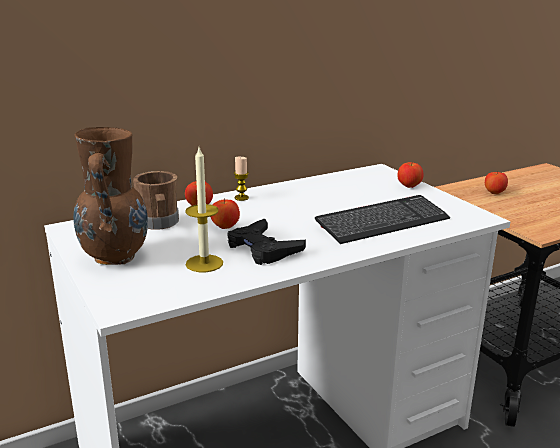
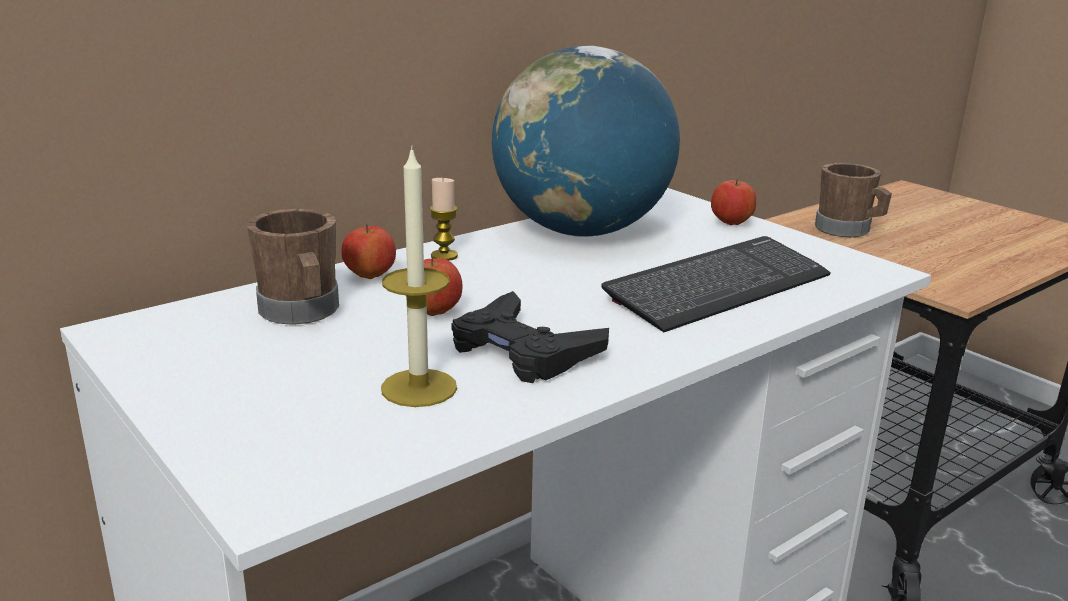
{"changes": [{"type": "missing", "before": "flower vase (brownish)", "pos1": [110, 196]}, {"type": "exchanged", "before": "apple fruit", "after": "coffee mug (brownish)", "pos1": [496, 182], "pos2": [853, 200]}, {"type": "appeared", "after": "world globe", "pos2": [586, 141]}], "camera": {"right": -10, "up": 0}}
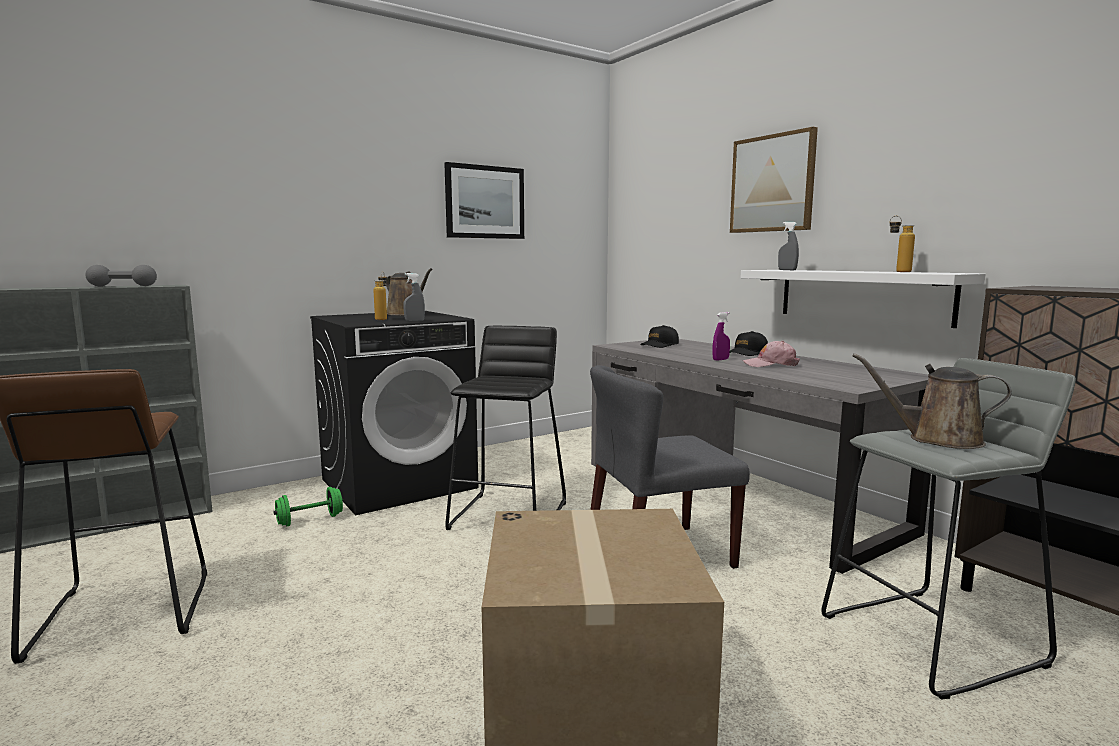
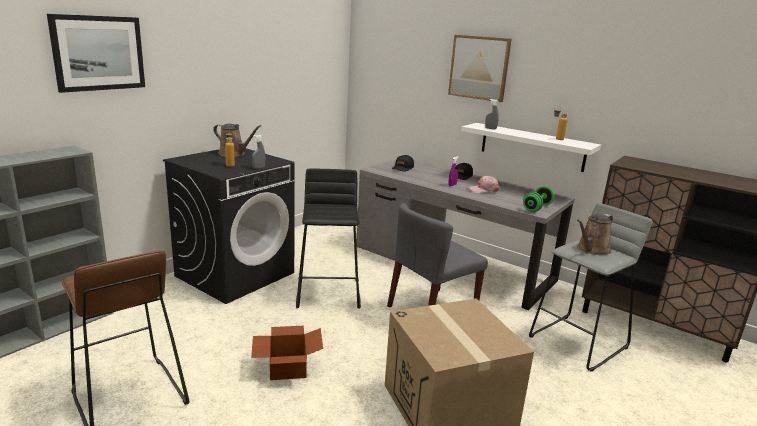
{"changes": [{"type": "relocated", "before": "wall art", "pos1": [484, 200], "pos2": [96, 53]}, {"type": "missing", "before": "free weight (grey)", "pos1": [121, 275]}, {"type": "spun", "before": "sprinkling can (brownish)", "pos1": [932, 401], "pos2": [595, 234], "turn": -45}, {"type": "relocated", "before": "free weight (greenish)", "pos1": [308, 506], "pos2": [538, 199]}, {"type": "appeared", "after": "packing box", "pos2": [287, 353]}], "camera": {"right": -20, "up": 10}}
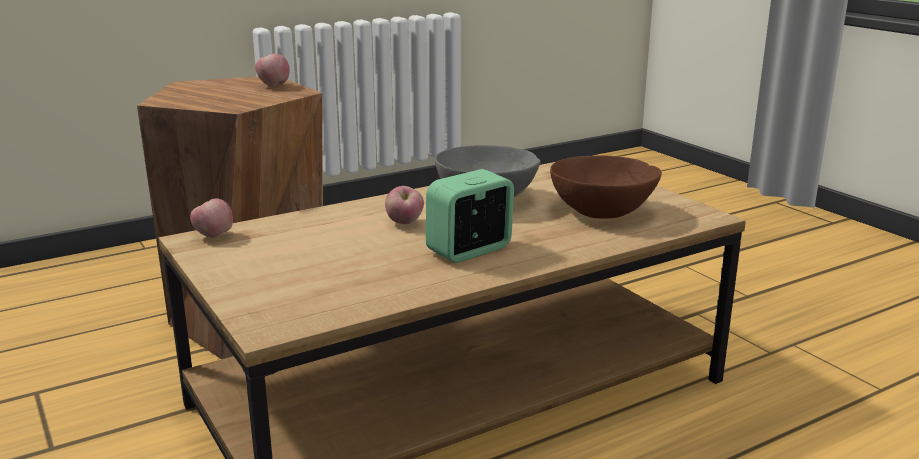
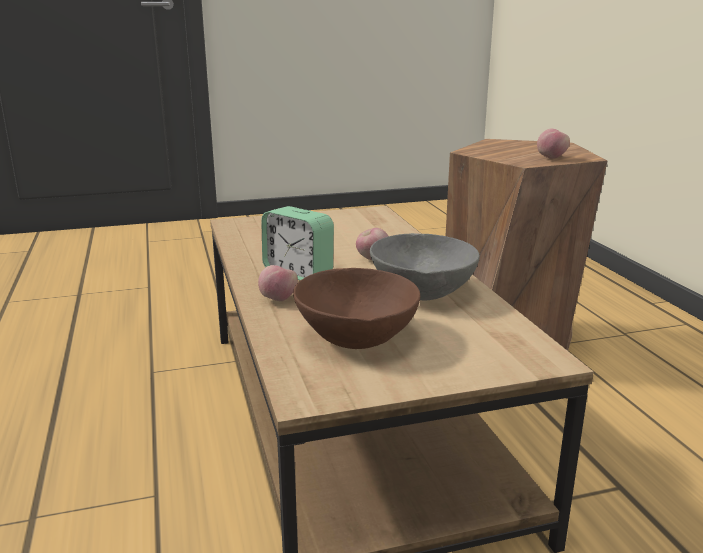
{"changes": [{"type": "spun", "before": "alarm clock", "pos1": [470, 216], "pos2": [297, 243], "turn": 150}, {"type": "relocated", "before": "apple fruit", "pos1": [211, 218], "pos2": [278, 283]}], "camera": {"right": 105, "up": 0}}
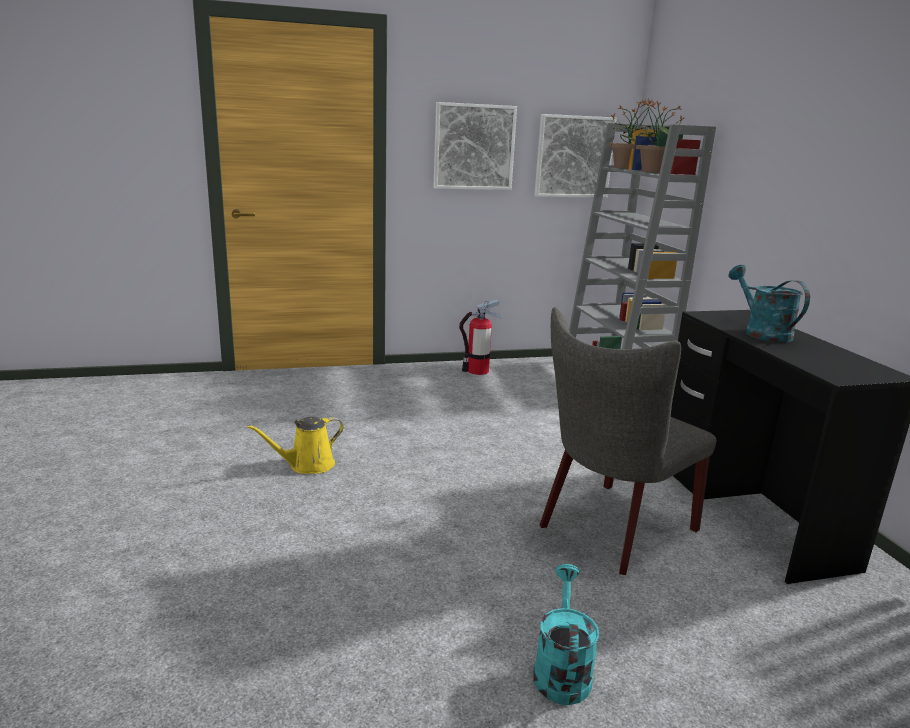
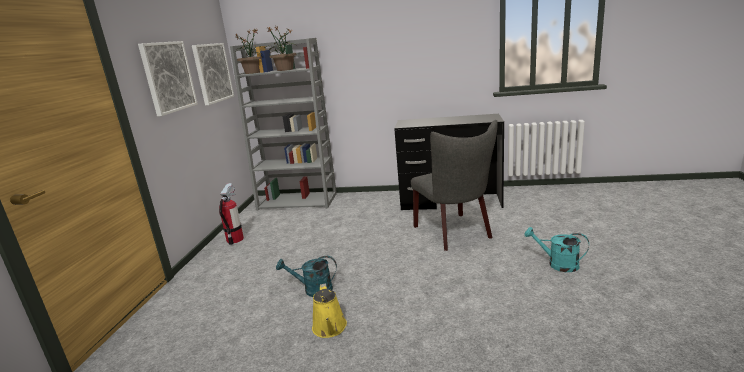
{"changes": [{"type": "relocated", "before": "sprinkling can (turquoise-coloured)", "pos1": [769, 304], "pos2": [306, 276]}], "camera": {"right": -65, "up": 0}}
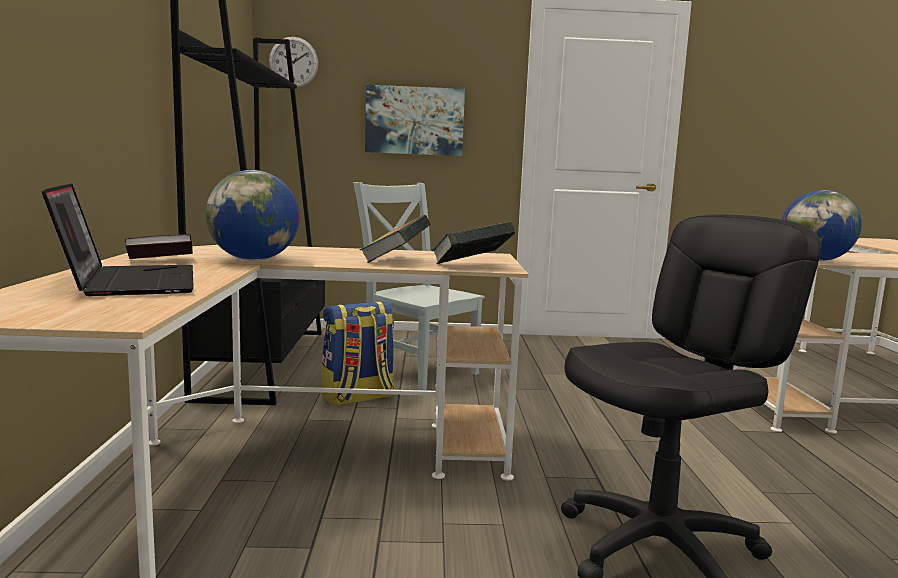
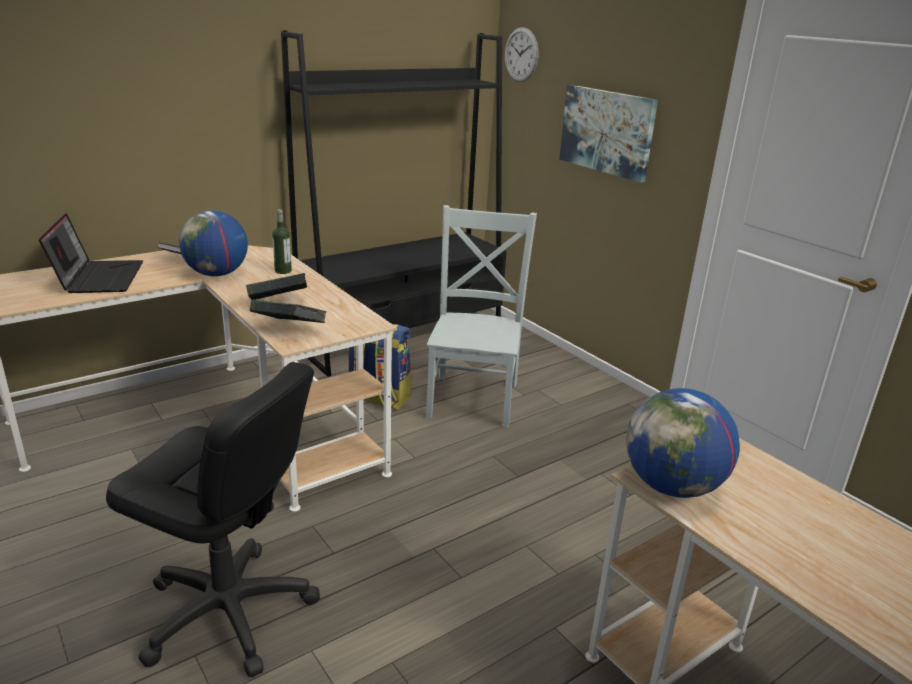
{"changes": [{"type": "spun", "before": "notebook computer", "pos1": [118, 239], "pos2": [91, 253], "turn": -45}, {"type": "appeared", "after": "beverage bottle", "pos2": [282, 241]}], "camera": {"right": 55, "up": 15}}
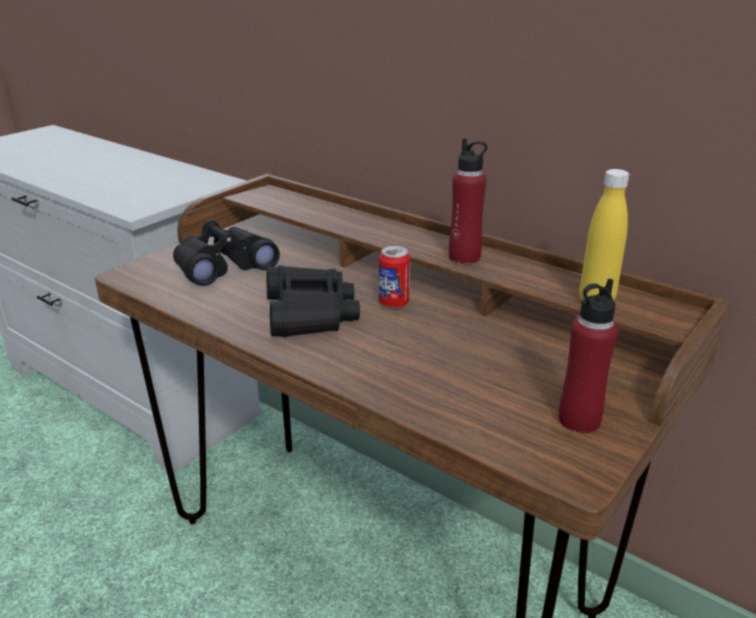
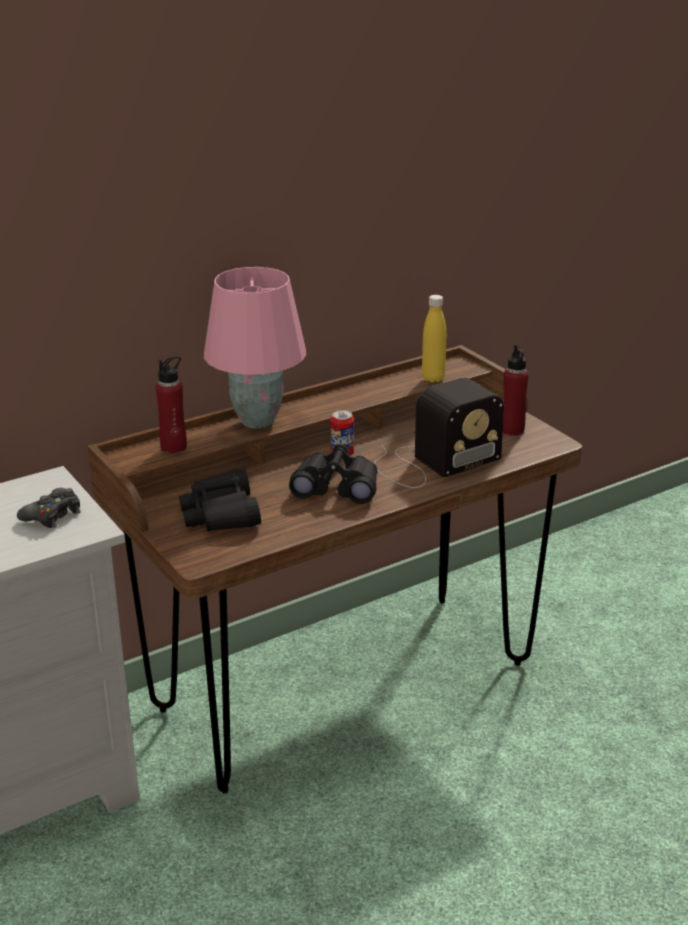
{"changes": [{"type": "relocated", "before": "beverage bottle (red)", "pos1": [468, 201], "pos2": [171, 404]}, {"type": "appeared", "after": "tabletop lamp (pinkish)", "pos2": [255, 347]}, {"type": "appeared", "after": "radio", "pos2": [439, 432]}, {"type": "appeared", "after": "game controller (blackish)", "pos2": [48, 508]}], "camera": {"right": -70, "up": 0}}
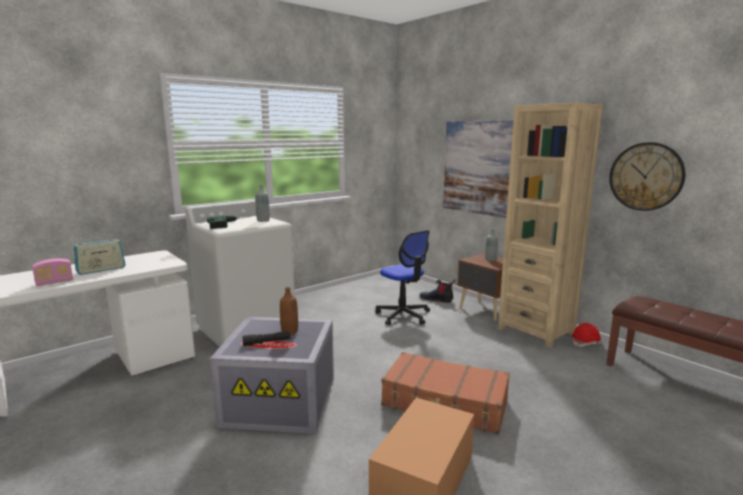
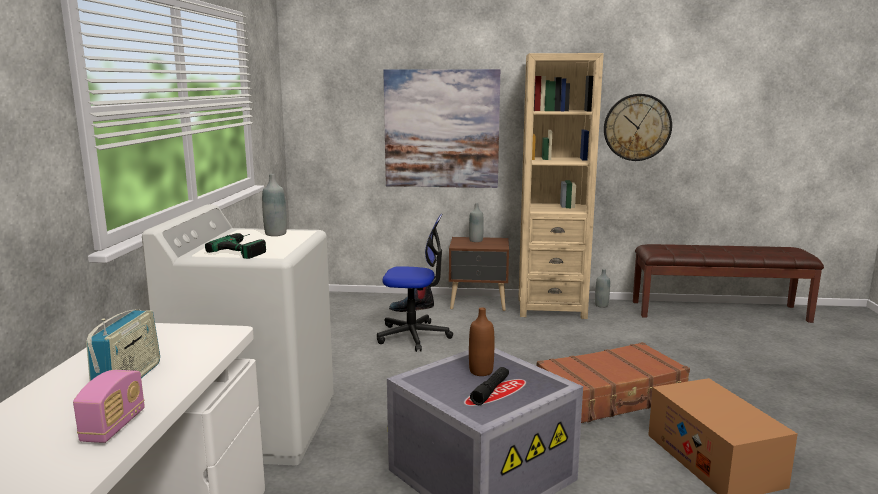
{"changes": [{"type": "exchanged", "before": "hard hat (red)", "after": "beverage bottle (grey)", "pos1": [587, 335], "pos2": [602, 288]}], "camera": {"right": -45, "up": 0}}
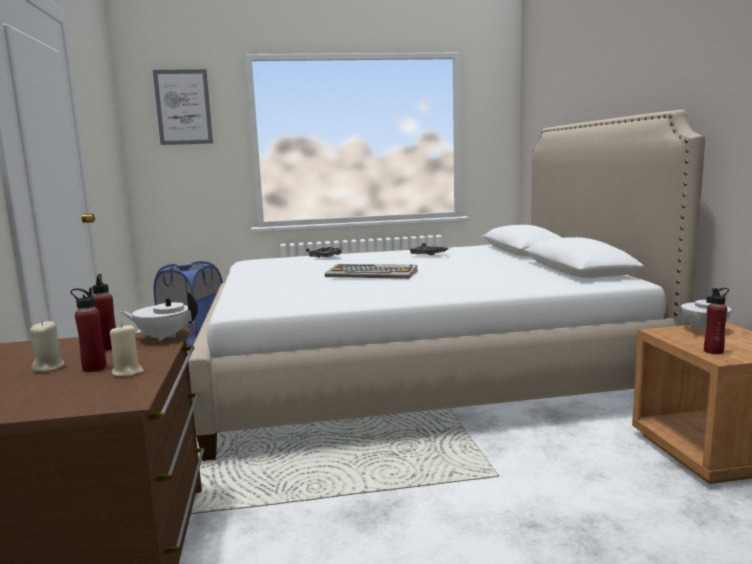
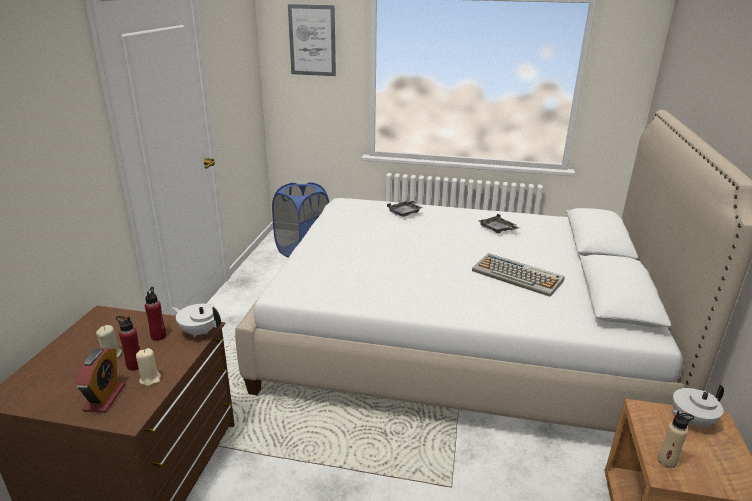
{"changes": [{"type": "relocated", "before": "keyboard", "pos1": [371, 271], "pos2": [518, 275]}, {"type": "colour", "before": "beverage bottle (red)", "after": "beverage bottle (beige)", "pos1": [716, 321], "pos2": [676, 439]}, {"type": "appeared", "after": "alarm clock", "pos2": [100, 380]}], "camera": {"right": 20, "up": 15}}
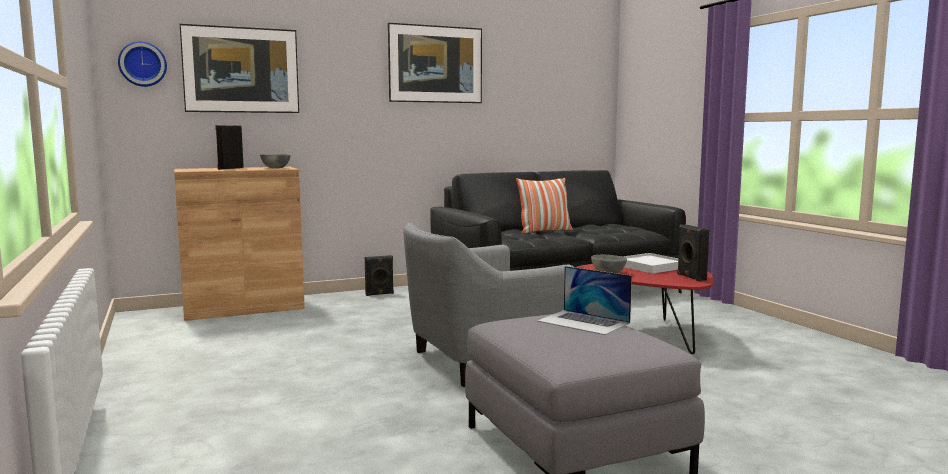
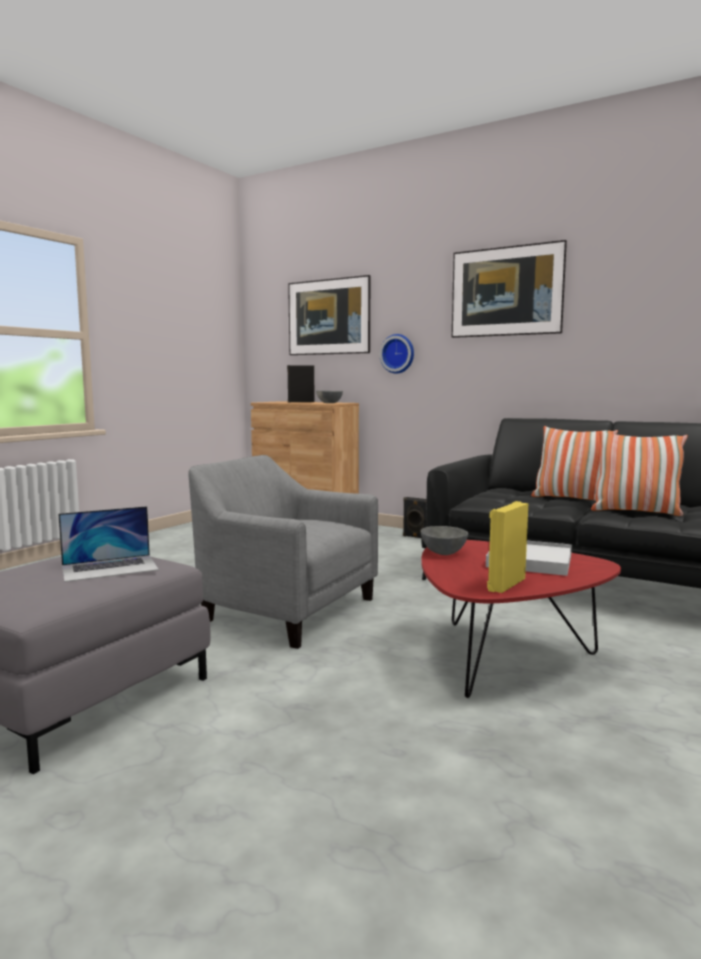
{"changes": [{"type": "relocated", "before": "hanging clock", "pos1": [142, 64], "pos2": [396, 354]}, {"type": "colour", "before": "audio speaker (blackish)", "after": "audio speaker (yellow-coloured)", "pos1": [693, 252], "pos2": [507, 547]}, {"type": "spun", "before": "notebook computer", "pos1": [584, 300], "pos2": [108, 544], "turn": -120}, {"type": "appeared", "after": "pillow", "pos2": [639, 473]}], "camera": {"right": 55, "up": 0}}
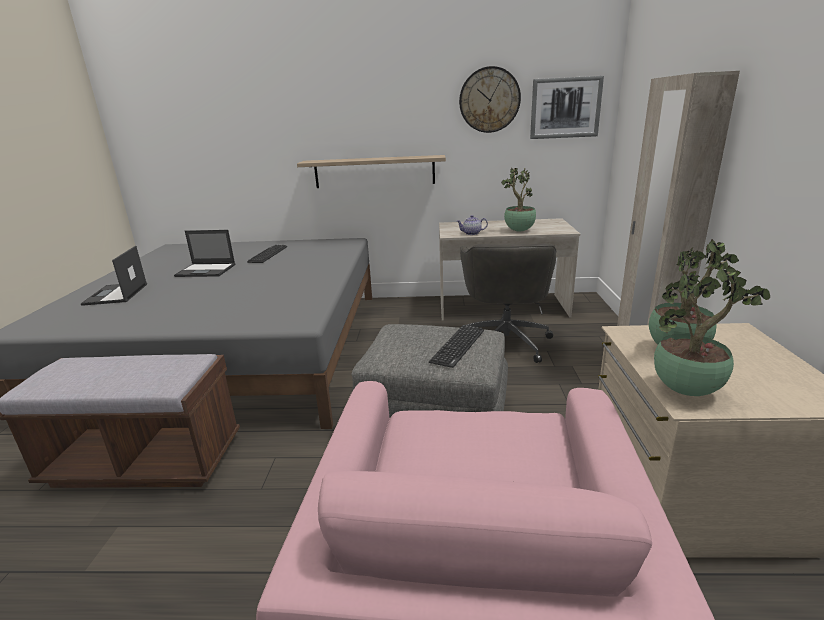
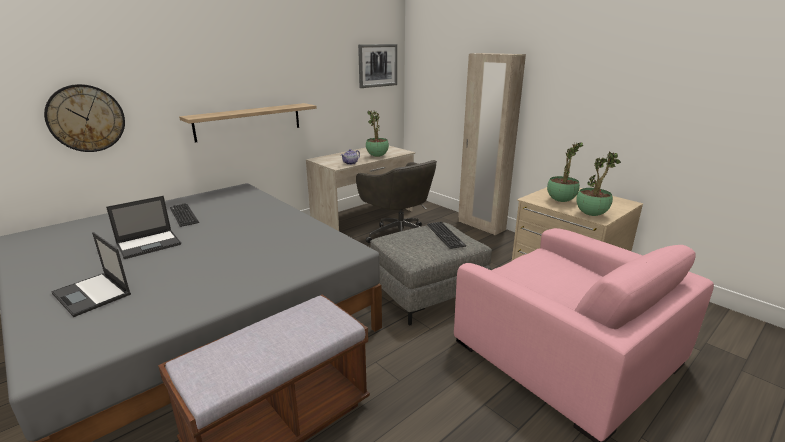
{"changes": [{"type": "relocated", "before": "hanging clock", "pos1": [490, 99], "pos2": [84, 118]}], "camera": {"right": -45, "up": 0}}
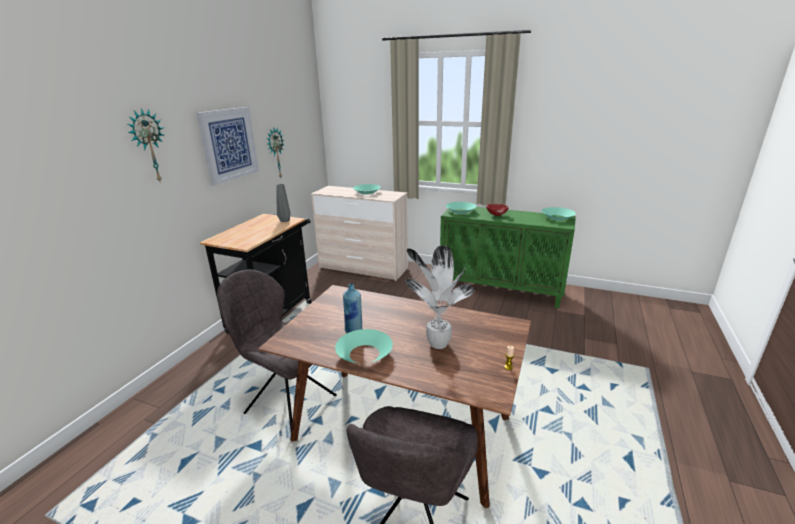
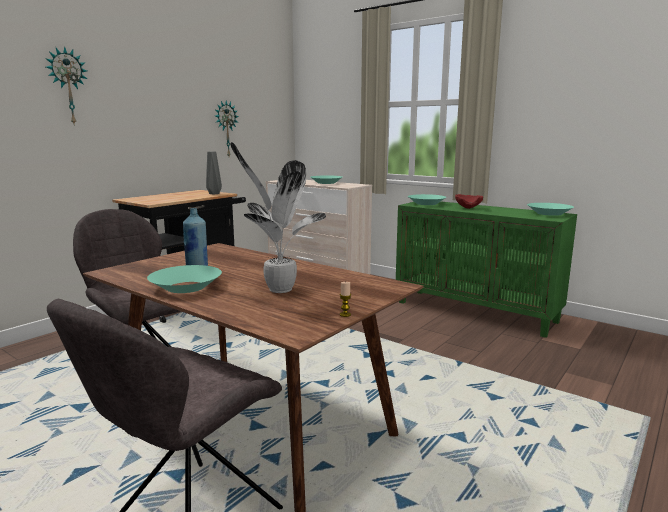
{"changes": [{"type": "missing", "before": "wall art", "pos1": [227, 146]}], "camera": {"right": 15, "up": -10}}
